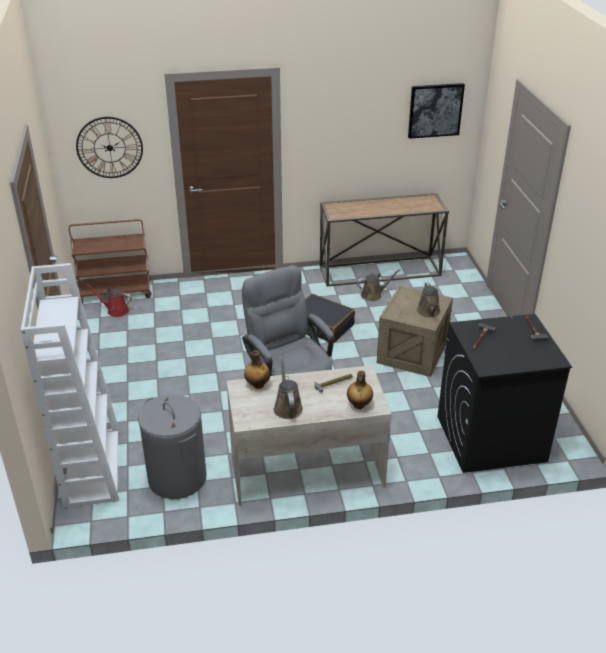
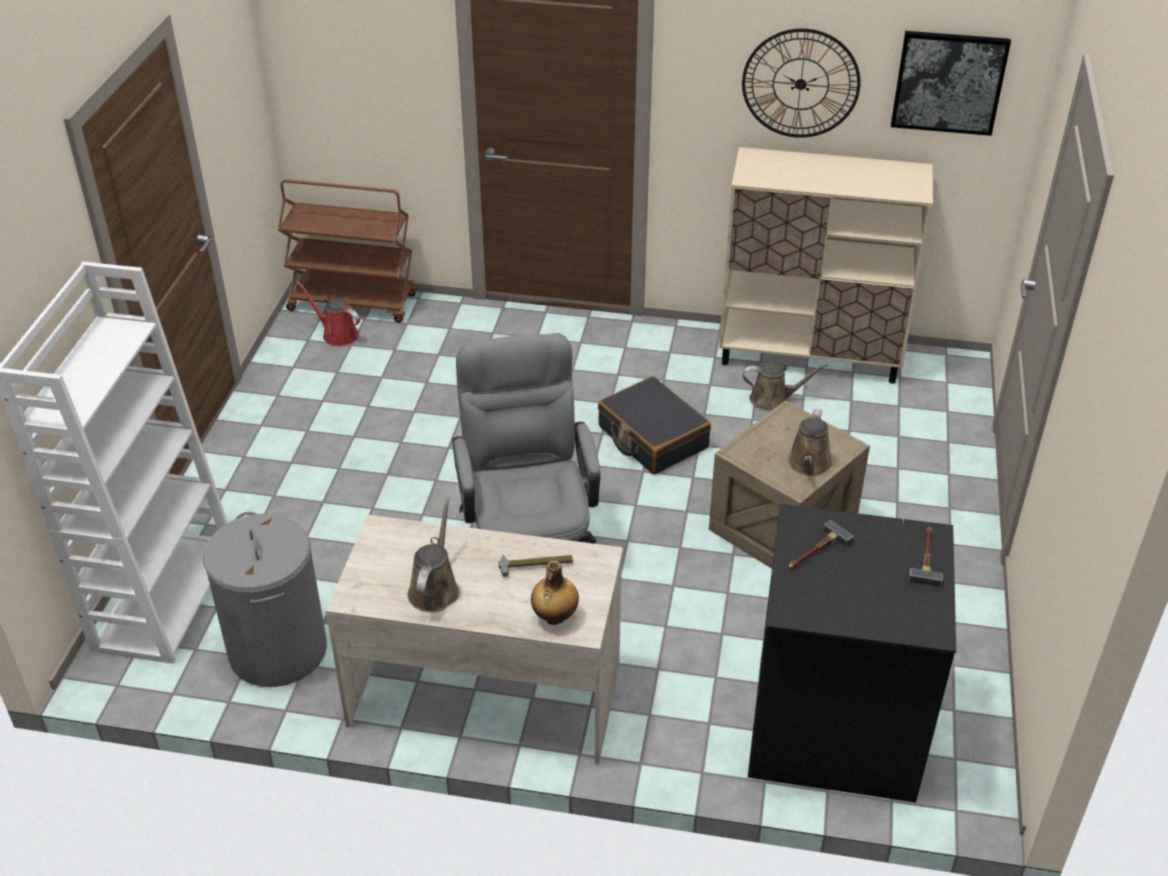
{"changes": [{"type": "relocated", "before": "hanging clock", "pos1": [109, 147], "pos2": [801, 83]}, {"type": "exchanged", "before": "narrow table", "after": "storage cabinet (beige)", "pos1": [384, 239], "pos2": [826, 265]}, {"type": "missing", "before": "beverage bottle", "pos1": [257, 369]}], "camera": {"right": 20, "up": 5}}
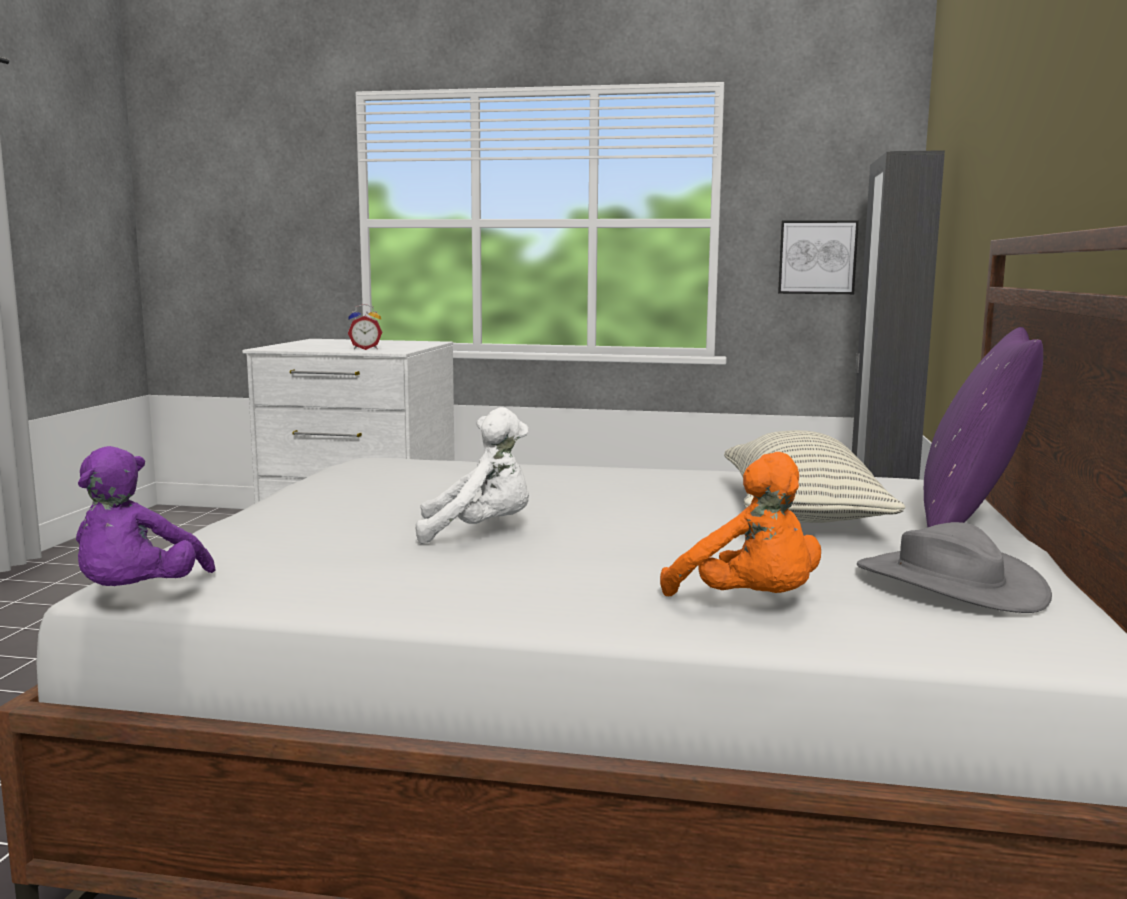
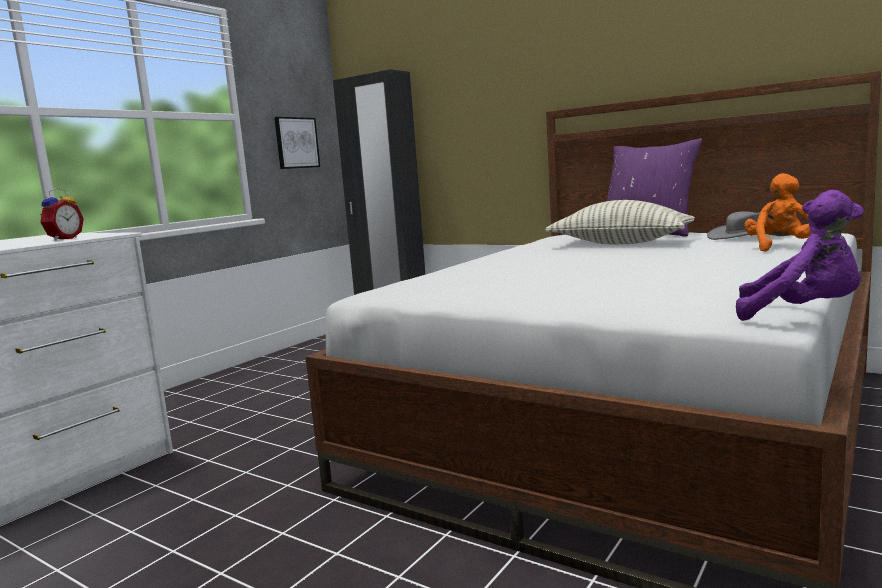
{"changes": [{"type": "missing", "before": "soft toy (white-coloured)", "pos1": [472, 475]}, {"type": "spun", "before": "soft toy (orangey)", "pos1": [740, 524], "pos2": [777, 212], "turn": -60}], "camera": {"right": -65, "up": 0}}
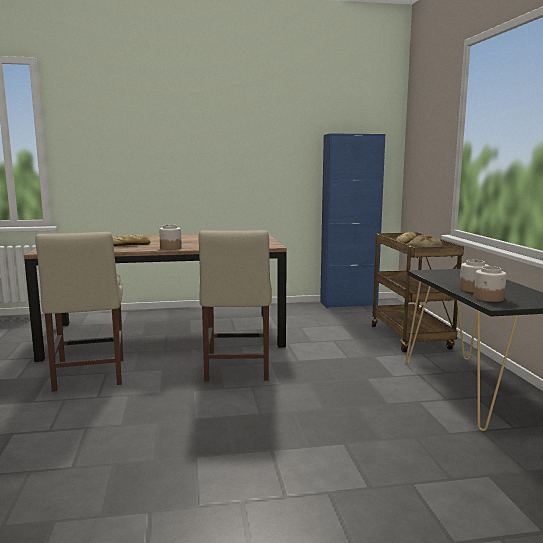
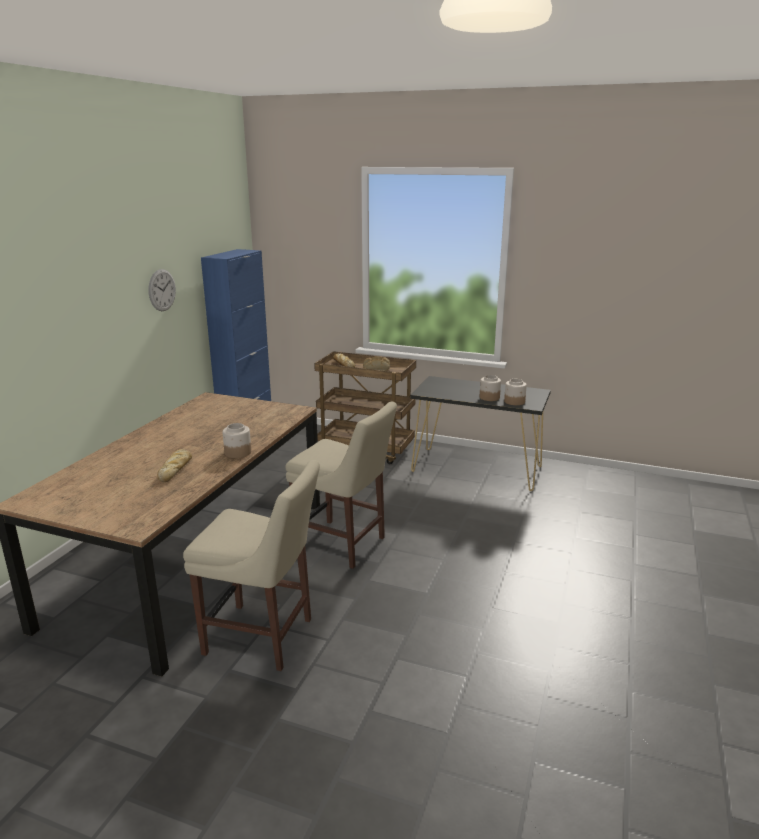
{"changes": [{"type": "appeared", "after": "hanging clock", "pos2": [162, 290]}], "camera": {"right": -60, "up": 10}}
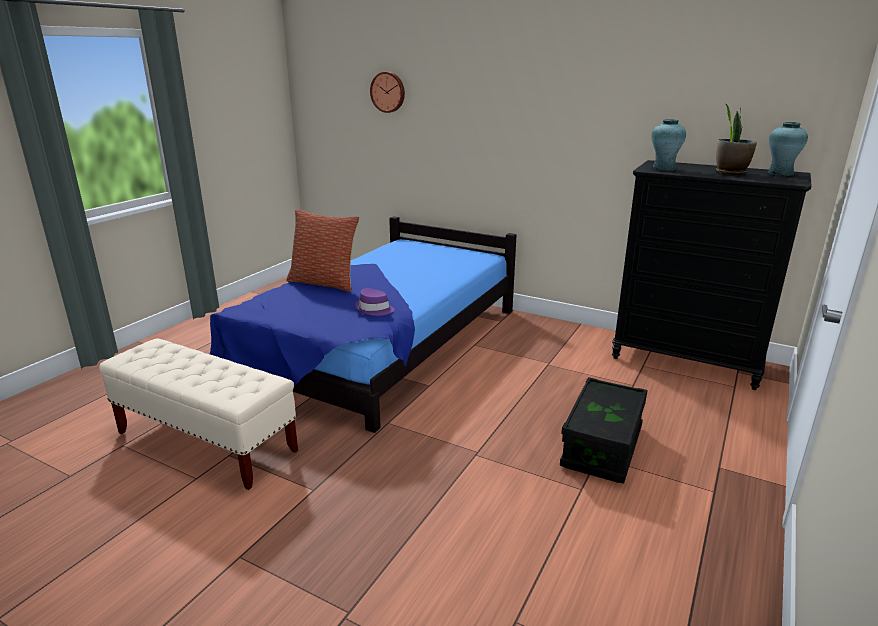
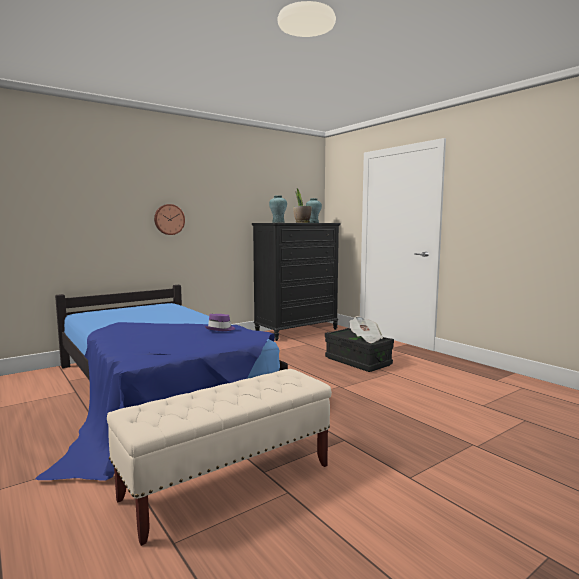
{"changes": [{"type": "relocated", "before": "hanging clock", "pos1": [387, 92], "pos2": [169, 219]}, {"type": "missing", "before": "pillow", "pos1": [323, 250]}, {"type": "appeared", "after": "printed paper", "pos2": [366, 329]}], "camera": {"right": -65, "up": -15}}
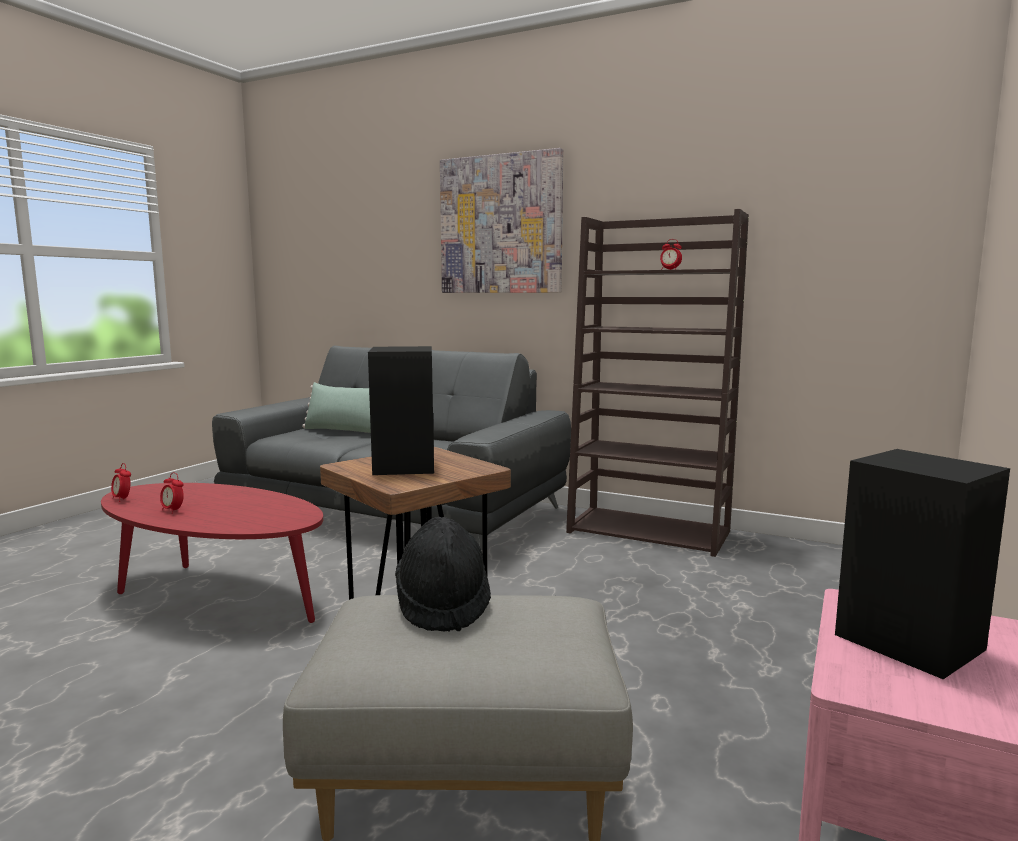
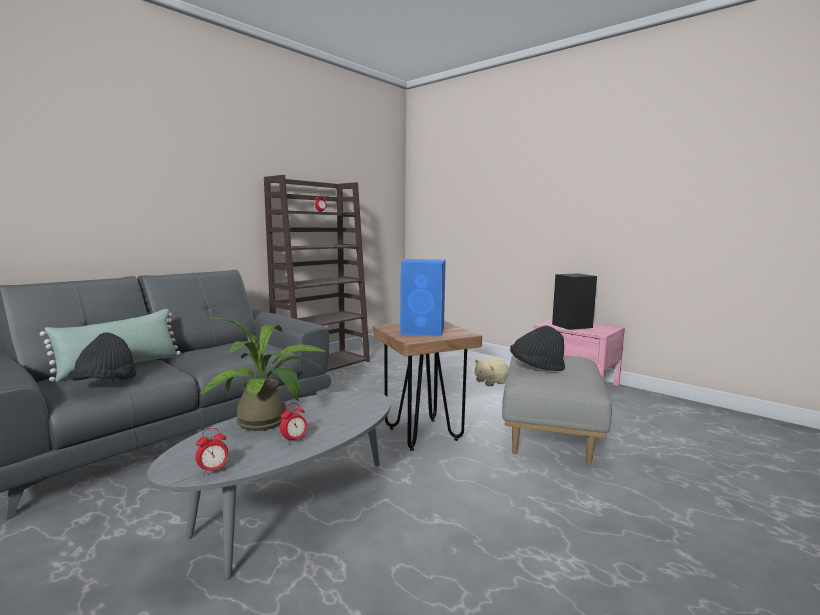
{"changes": [{"type": "missing", "before": "wall art", "pos1": [501, 220]}, {"type": "colour", "before": "audio speaker (blackish)", "after": "audio speaker (bluish)", "pos1": [401, 410], "pos2": [423, 297]}, {"type": "colour", "before": "low table (red)", "after": "low table (grey)", "pos1": [212, 553], "pos2": [269, 485]}, {"type": "appeared", "after": "plant in a pot", "pos2": [262, 374]}, {"type": "appeared", "after": "hat (blackish)", "pos2": [102, 356]}, {"type": "appeared", "after": "soft toy (beige)", "pos2": [492, 371]}], "camera": {"right": -75, "up": 0}}
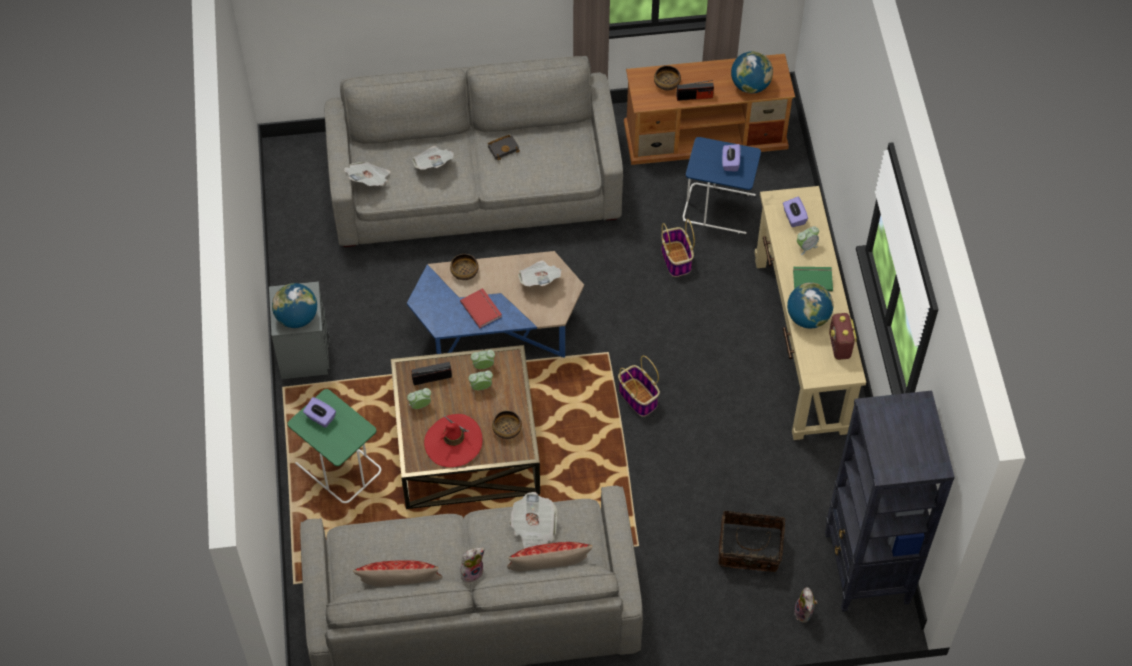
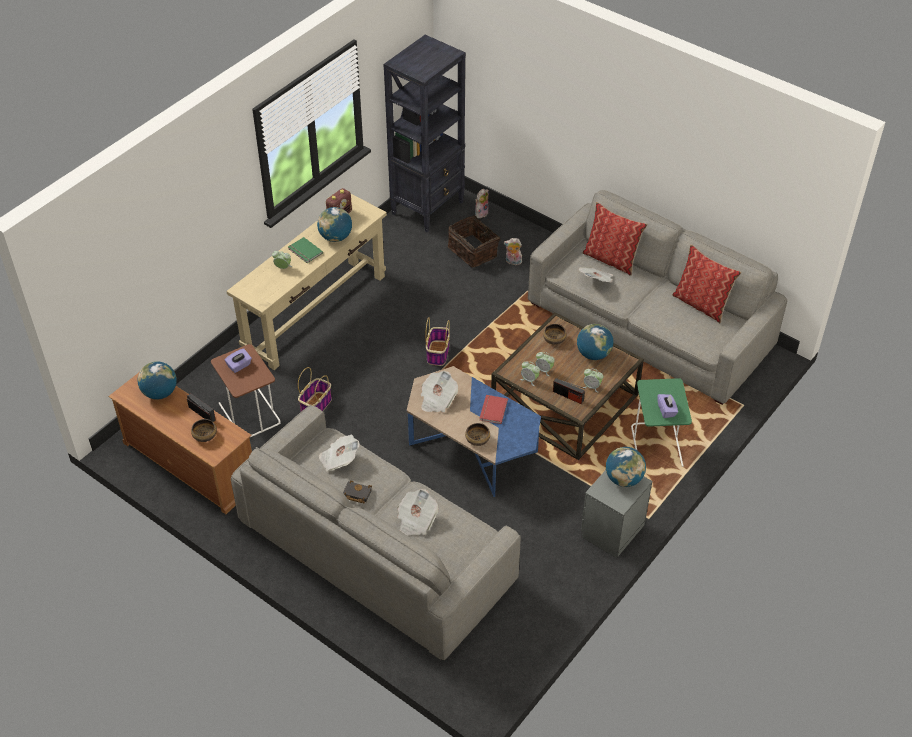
{"changes": [{"type": "colour", "before": "accent table (bluish)", "after": "accent table (brownish)", "pos1": [722, 185], "pos2": [246, 390]}, {"type": "relocated", "before": "printed paper", "pos1": [367, 174], "pos2": [339, 453]}, {"type": "missing", "before": "box of tissues (purple)", "pos1": [795, 212]}, {"type": "exchanged", "before": "hat (red)", "after": "world globe", "pos1": [453, 440], "pos2": [595, 342]}, {"type": "relocated", "before": "soft toy", "pos1": [472, 565], "pos2": [513, 251]}], "camera": {"right": -135, "up": -10}}
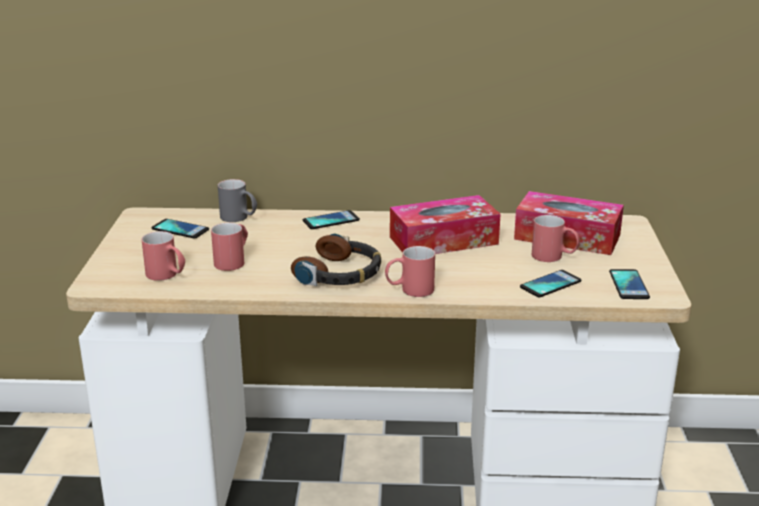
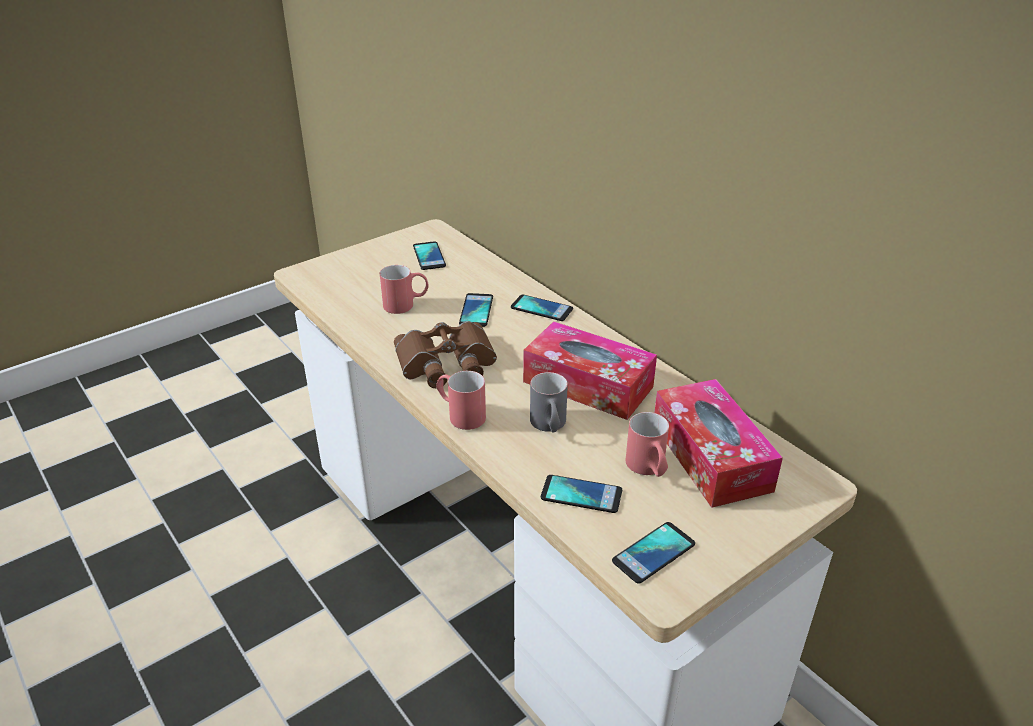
{"changes": [{"type": "relocated", "before": "coffee mug (grey)", "pos1": [237, 200], "pos2": [549, 402]}, {"type": "missing", "before": "coffee mug (red)", "pos1": [163, 256]}, {"type": "exchanged", "before": "headphones", "after": "pair of binoculars (brownish)", "pos1": [336, 259], "pos2": [445, 354]}, {"type": "appeared", "after": "telephone", "pos2": [476, 310]}], "camera": {"right": 50, "up": 10}}
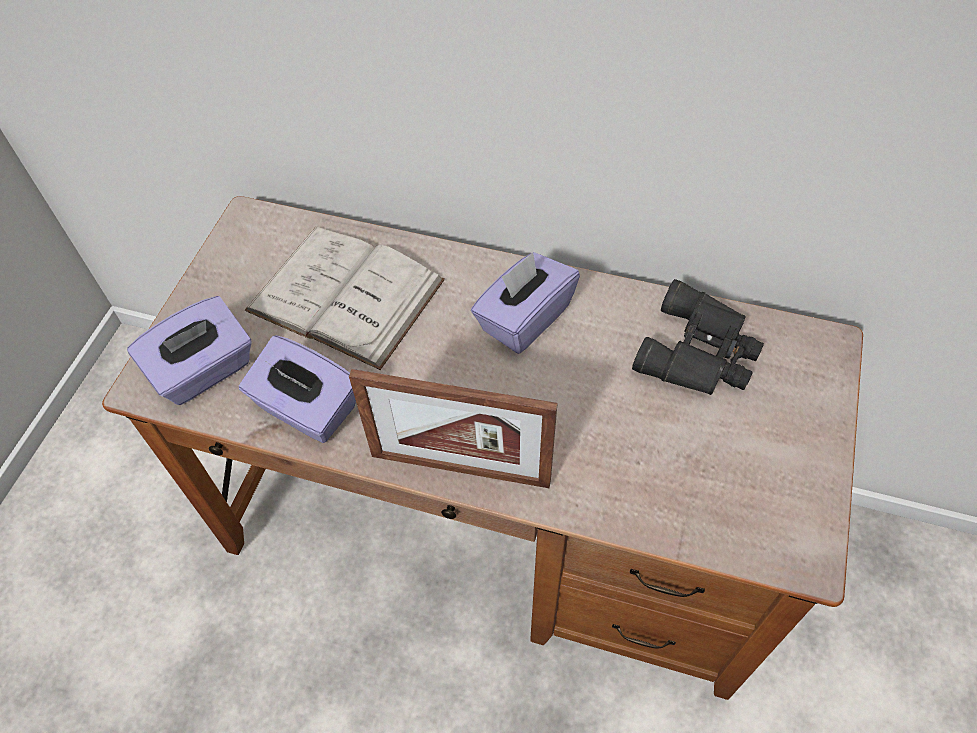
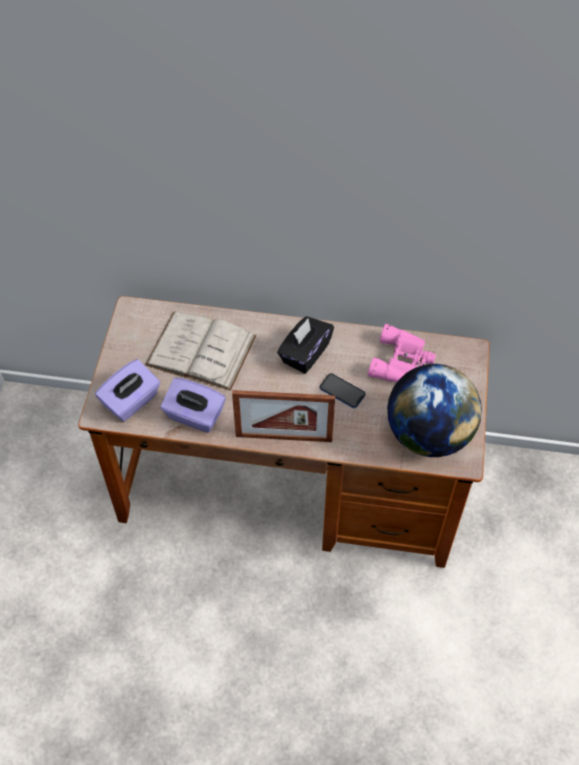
{"changes": [{"type": "colour", "before": "box of tissues (purple)", "after": "box of tissues (blackish)", "pos1": [525, 303], "pos2": [305, 345]}, {"type": "colour", "before": "pair of binoculars (blackish)", "after": "pair of binoculars (pinkish)", "pos1": [698, 337], "pos2": [402, 353]}, {"type": "appeared", "after": "world globe", "pos2": [434, 410]}, {"type": "appeared", "after": "telephone", "pos2": [343, 390]}], "camera": {"right": -10, "up": 0}}
